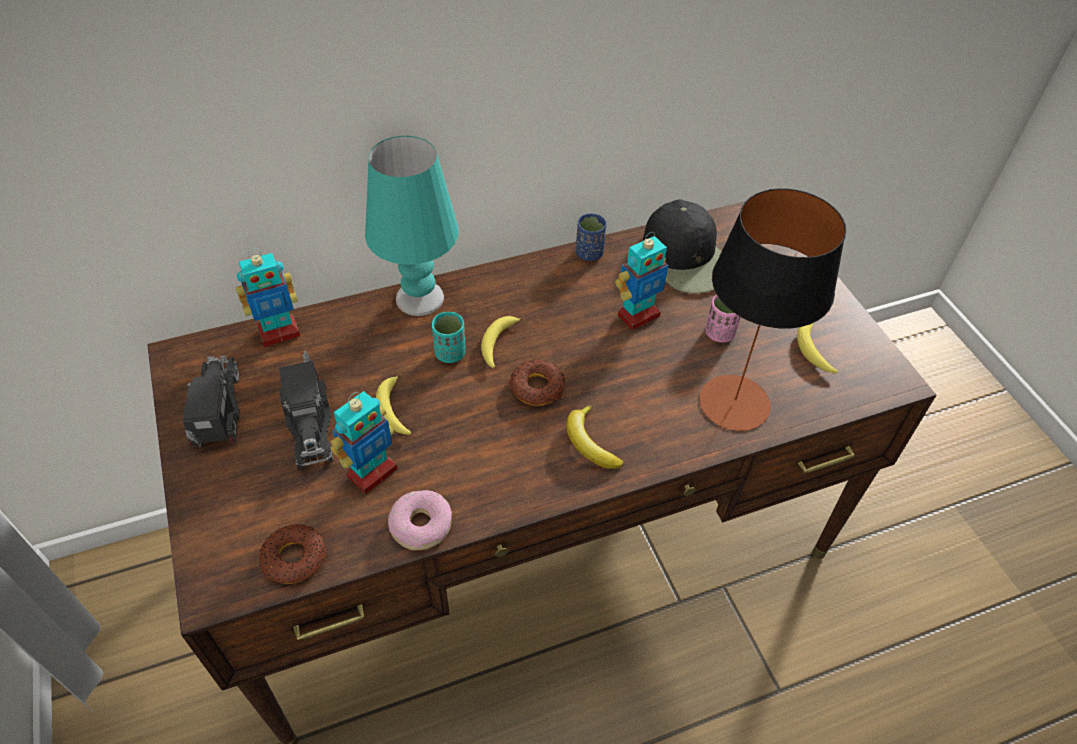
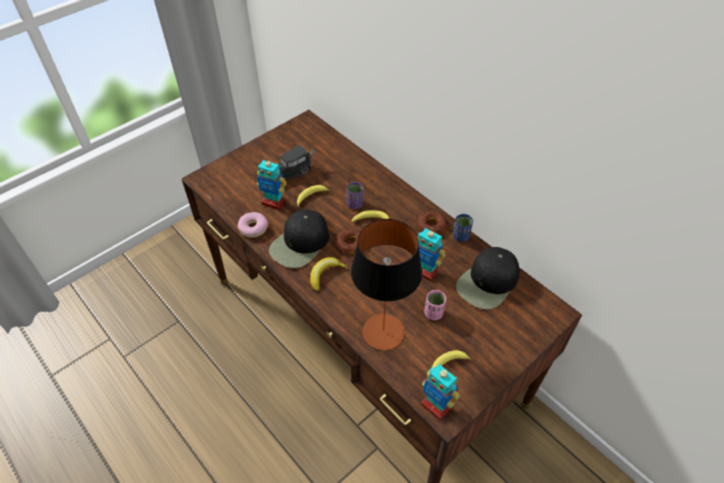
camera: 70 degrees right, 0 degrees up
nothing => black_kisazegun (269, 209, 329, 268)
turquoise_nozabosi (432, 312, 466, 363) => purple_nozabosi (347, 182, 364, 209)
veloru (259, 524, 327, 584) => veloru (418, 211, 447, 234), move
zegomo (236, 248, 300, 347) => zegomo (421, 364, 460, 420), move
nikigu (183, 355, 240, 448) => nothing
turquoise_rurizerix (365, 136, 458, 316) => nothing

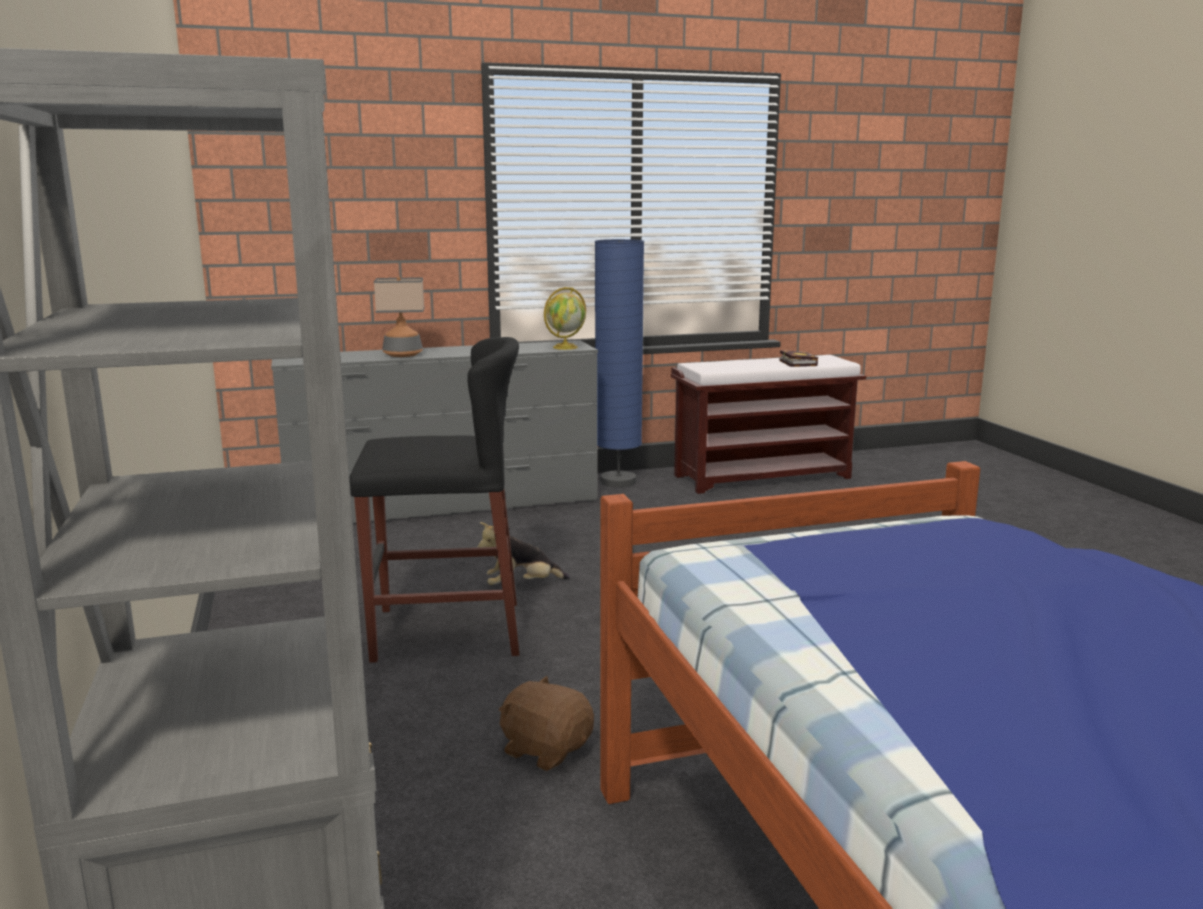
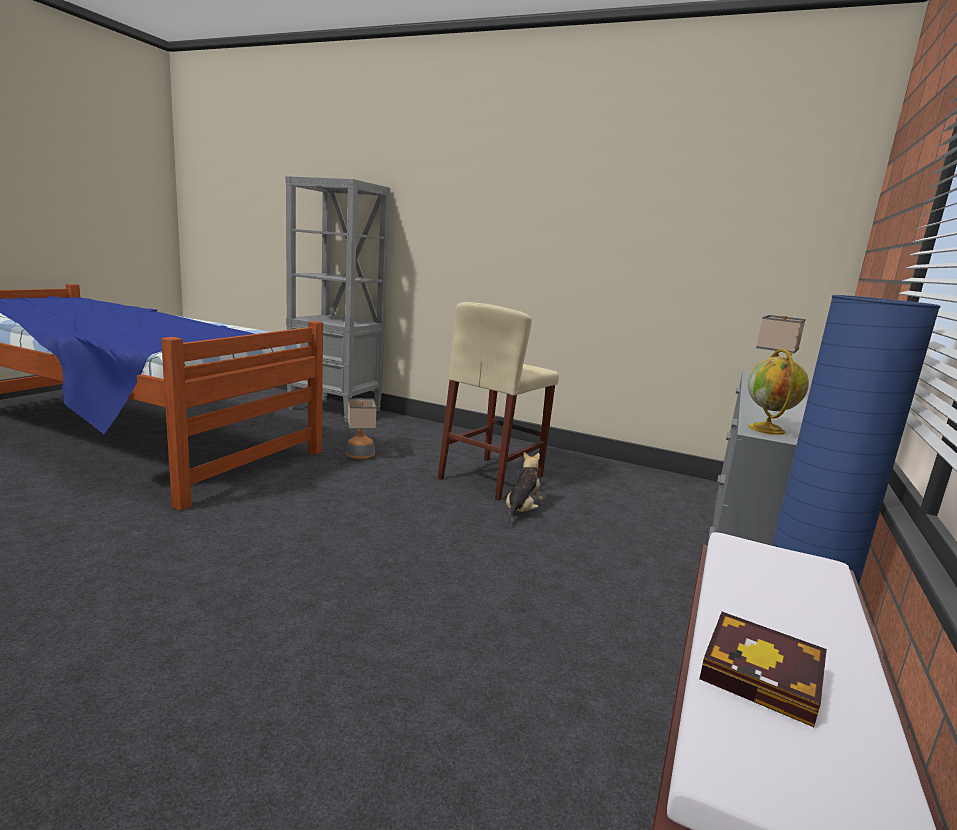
camera: 130 degrees right, 0 degrees up
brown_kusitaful (499, 676, 594, 771) => rurizerix (345, 398, 377, 459)
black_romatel (349, 337, 520, 663) => beige_romatel (438, 302, 559, 501)

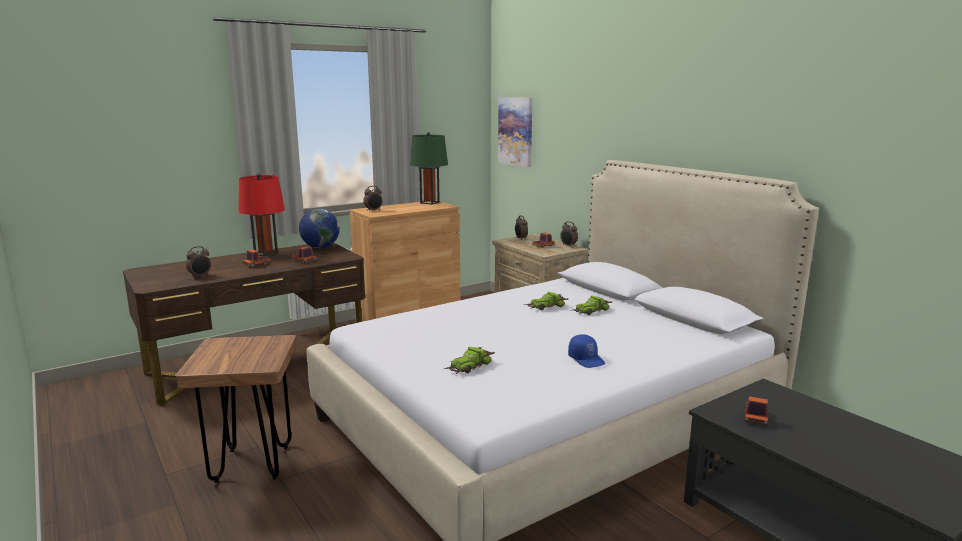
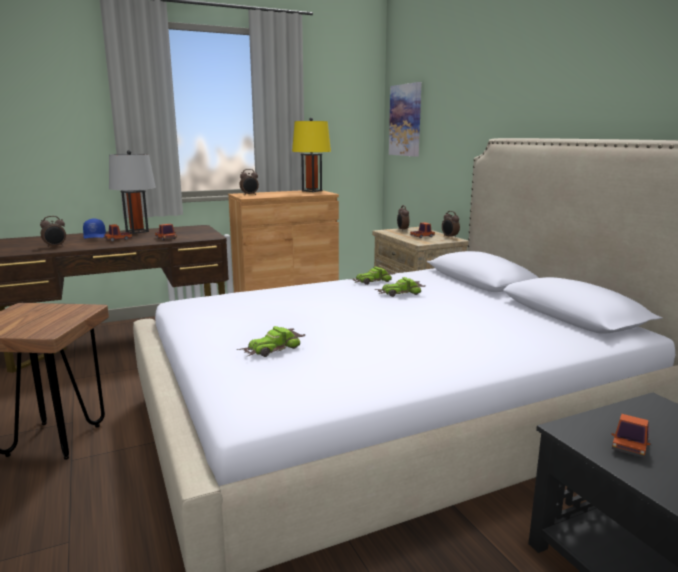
camera: 10 degrees right, 0 degrees up
blue_kisazegun (568, 334, 605, 368) => blue_kisazegun (83, 218, 106, 239), move
red_rurizerix (239, 174, 285, 256) => grey_rurizerix (109, 150, 156, 234)
green_rurizerix (410, 132, 448, 205) => yellow_rurizerix (292, 118, 331, 192)
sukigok (573, 296, 612, 315) => sukigok (353, 266, 396, 285), move
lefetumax (299, 209, 340, 248) => nothing

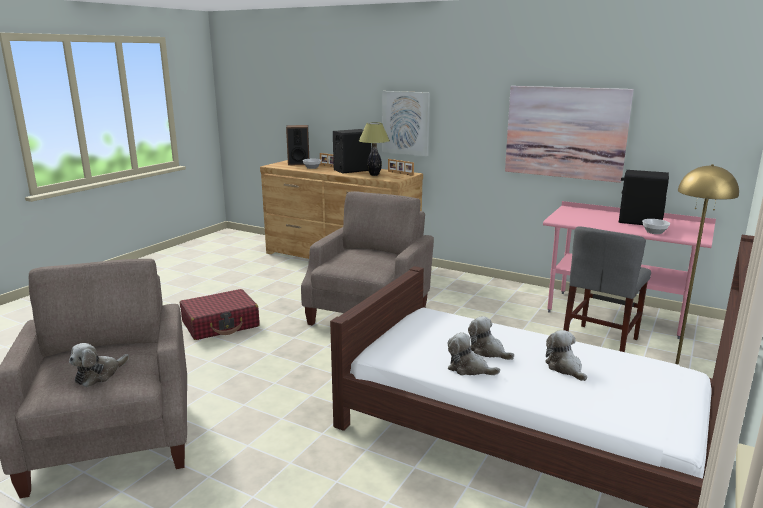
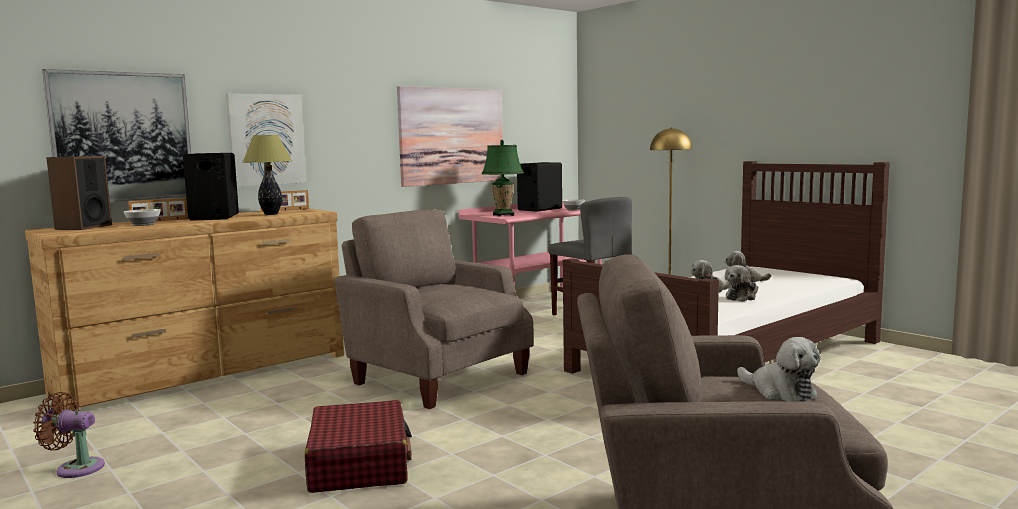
camera: 70 degrees left, 10 degrees down
nothing => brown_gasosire (33, 392, 105, 478)
nothing => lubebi (42, 69, 191, 202)
nothing => green_rurizerix (482, 140, 524, 217)

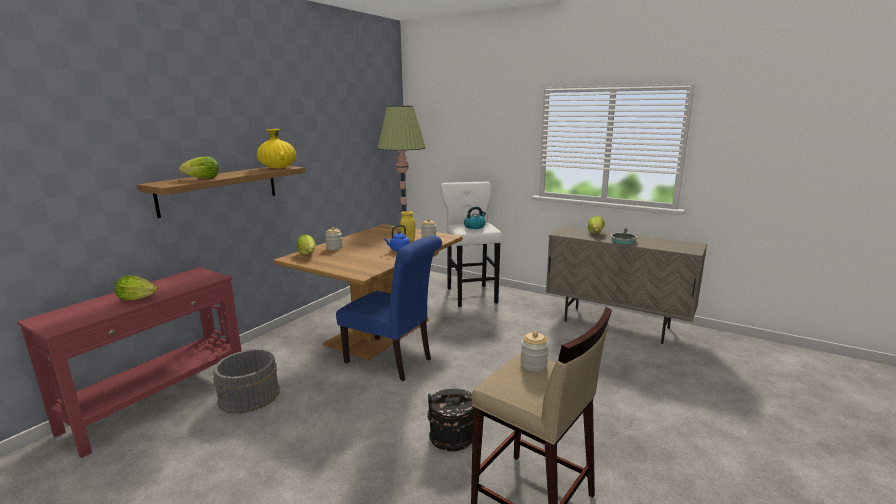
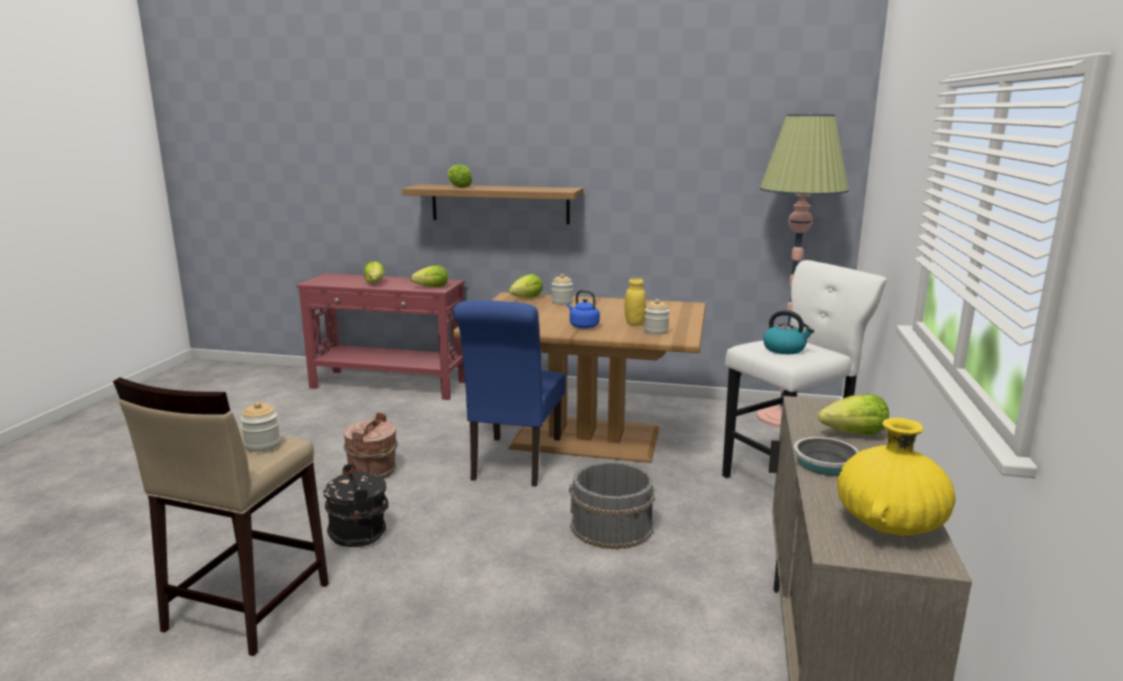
camera: 70 degrees right, 0 degrees up
nothing => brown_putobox (343, 412, 397, 479)
nothing => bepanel (411, 265, 448, 287)
grey_putobox (213, 349, 280, 414) => grey_putobox (569, 461, 655, 550), move
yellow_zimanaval (257, 129, 296, 168) => yellow_zimanaval (837, 418, 955, 535), move

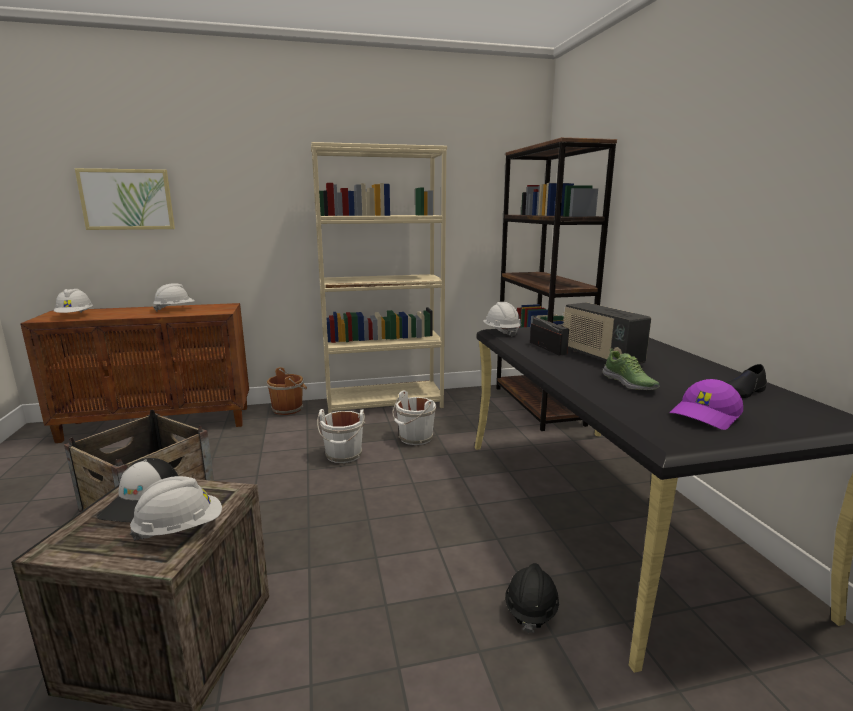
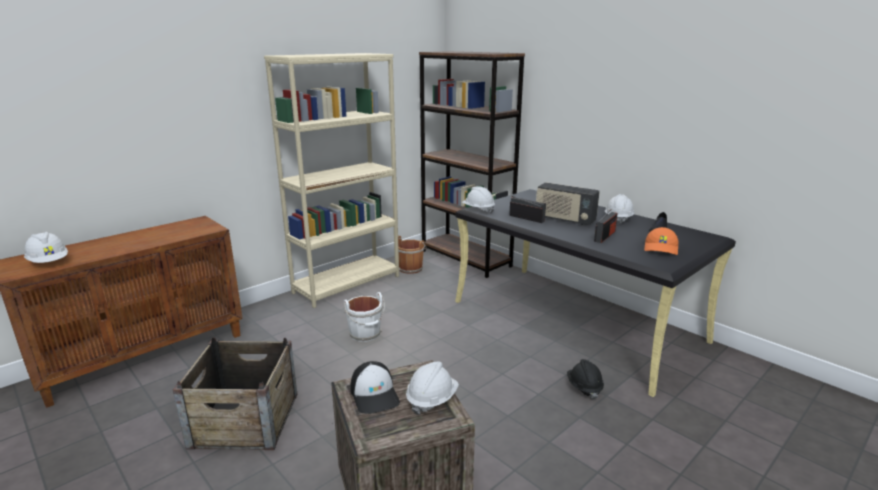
camera: 30 degrees left, 5 degrees up
brown_putobox (267, 367, 307, 415) => brown_putobox (398, 236, 427, 274), move
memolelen (602, 348, 659, 390) => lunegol (594, 209, 618, 243)
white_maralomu (153, 283, 195, 311) => white_maralomu (605, 194, 634, 224), move
purple_kisazegun (669, 379, 743, 430) => orange_kisazegun (644, 227, 678, 255)
lubebi (75, 168, 175, 230) => nothing
white_putobox (392, 390, 437, 445) => nothing

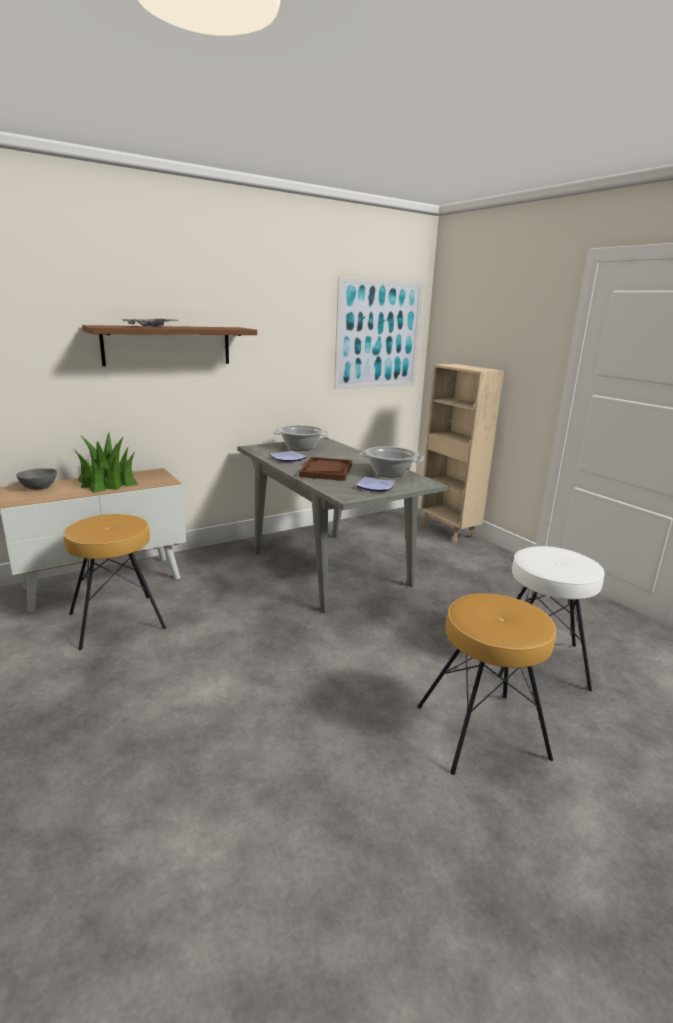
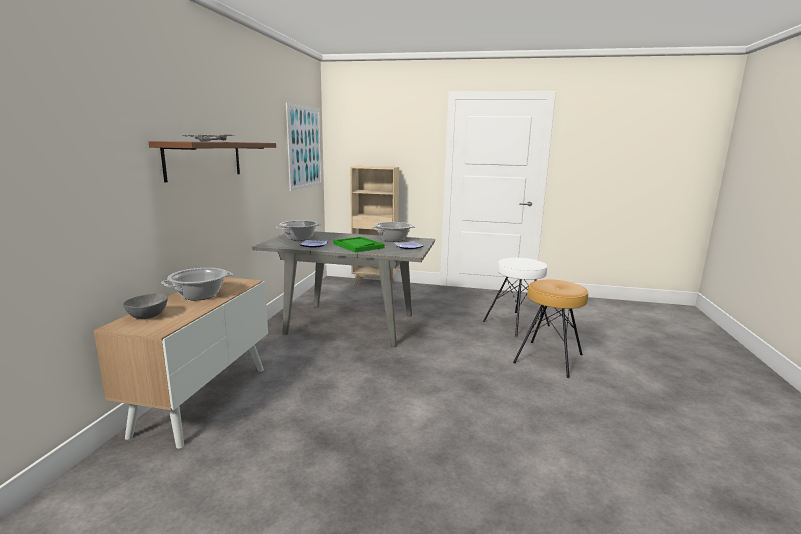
camera: 45 degrees left, 5 degrees down
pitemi (75, 433, 138, 493) => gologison (161, 268, 233, 300)
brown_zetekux (299, 457, 352, 481) => green_zetekux (333, 237, 384, 252)
brown_romatel (63, 514, 166, 650) => nothing

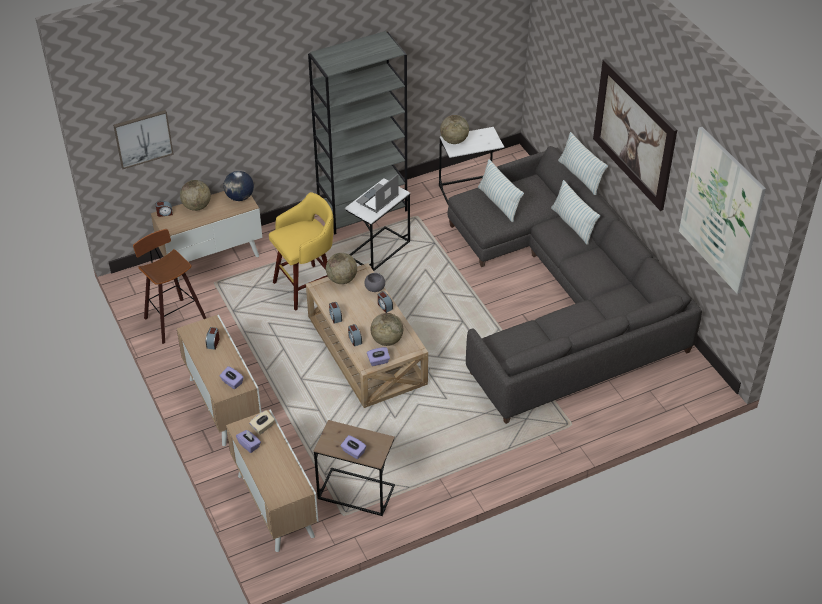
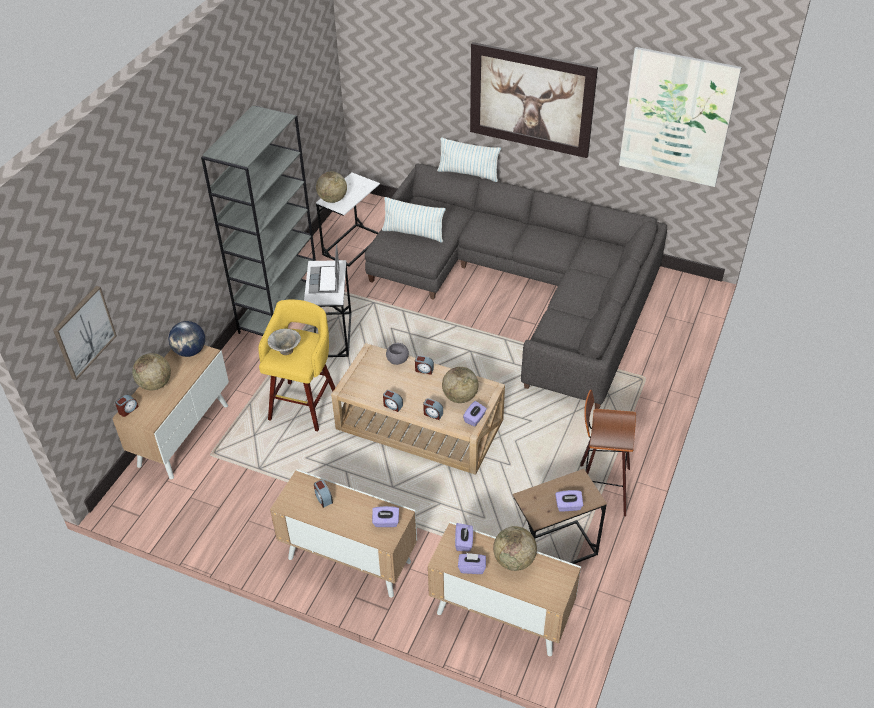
camera: 40 degrees left, 0 degrees up
nothing => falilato (268, 329, 301, 355)
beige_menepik (249, 410, 275, 435) => purple_menepik (455, 523, 473, 551)
lefetumax (326, 253, 357, 284) => lefetumax (493, 526, 537, 571), move
romatel (133, 229, 206, 344) => romatel (580, 390, 636, 516), move
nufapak (551, 180, 600, 245) => nothing

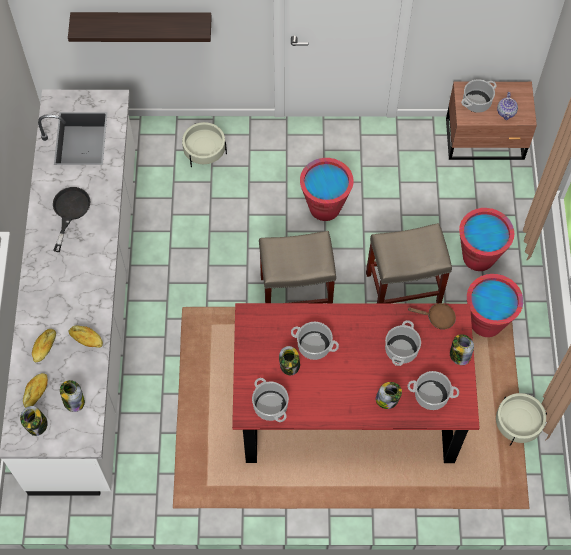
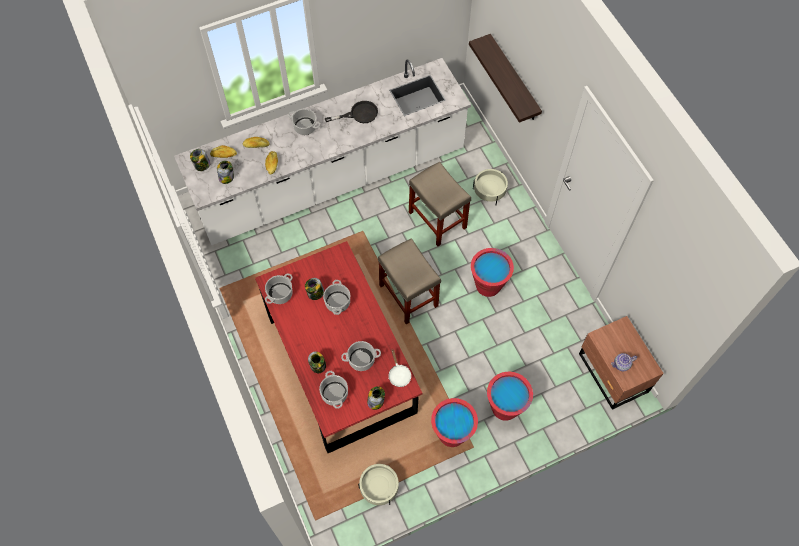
camera: 65 degrees right, 0 degrees up
gologison (461, 79, 497, 113) => gologison (288, 108, 320, 135), move
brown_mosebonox (407, 303, 456, 330) => white_mosebonox (389, 349, 411, 387)
beige_romatel (366, 223, 452, 304) => beige_romatel (409, 162, 471, 246), move

